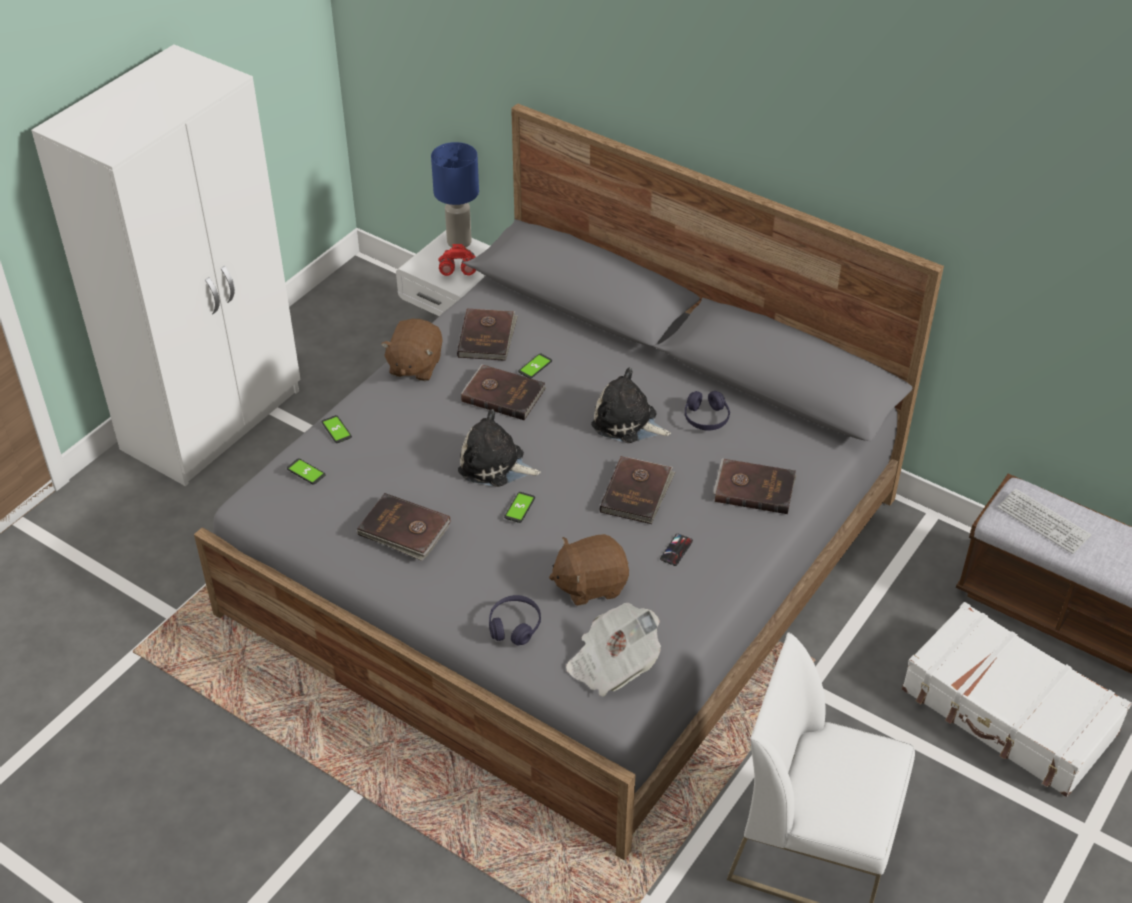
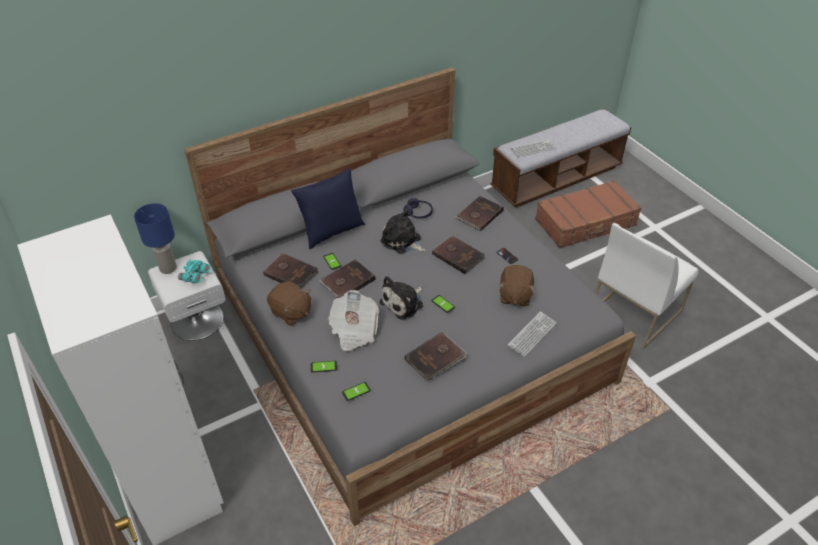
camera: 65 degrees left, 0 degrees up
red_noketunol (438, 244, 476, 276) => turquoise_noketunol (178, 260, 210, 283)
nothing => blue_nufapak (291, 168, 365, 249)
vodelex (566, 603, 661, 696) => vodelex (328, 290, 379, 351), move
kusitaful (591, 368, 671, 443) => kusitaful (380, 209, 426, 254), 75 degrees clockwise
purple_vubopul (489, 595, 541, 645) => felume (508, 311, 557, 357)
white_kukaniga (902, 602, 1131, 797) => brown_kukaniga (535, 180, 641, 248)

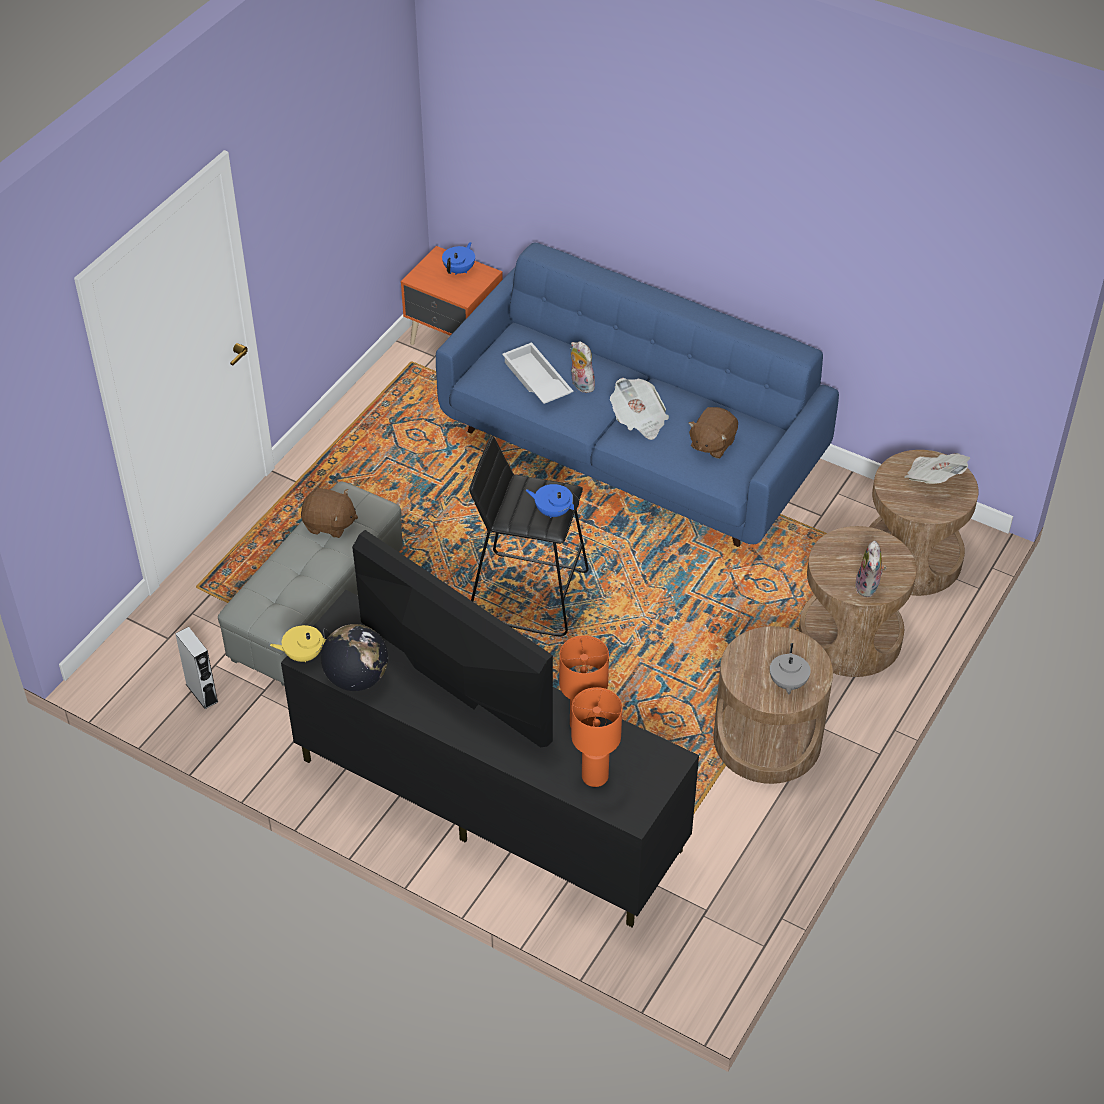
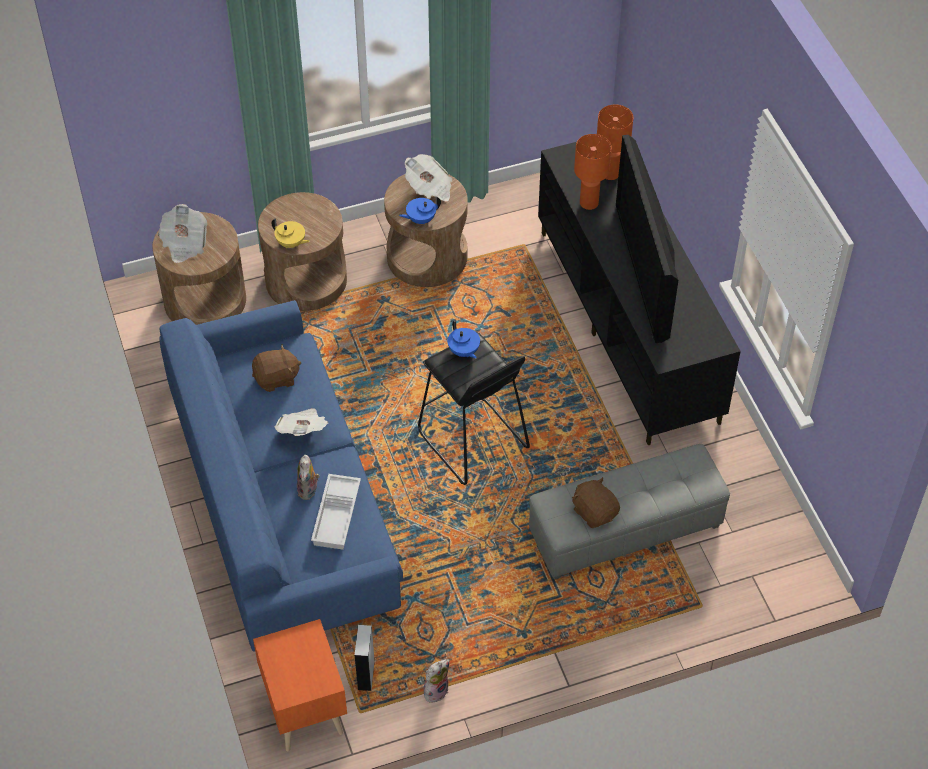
camera: 140 degrees left, 5 degrees up
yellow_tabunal (270, 625, 330, 662) => yellow_tabunal (271, 218, 310, 249), move
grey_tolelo (175, 627, 218, 709) => grey_tolelo (355, 625, 375, 691), move
blue_tabunal (442, 242, 475, 275) => blue_tabunal (399, 196, 441, 224), move
grey_tabunal (770, 643, 811, 695) => vodelex (405, 154, 452, 202)
kusitaful (855, 540, 886, 597) => kusitaful (424, 659, 450, 703), move
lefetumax (321, 624, 388, 691) => nothing

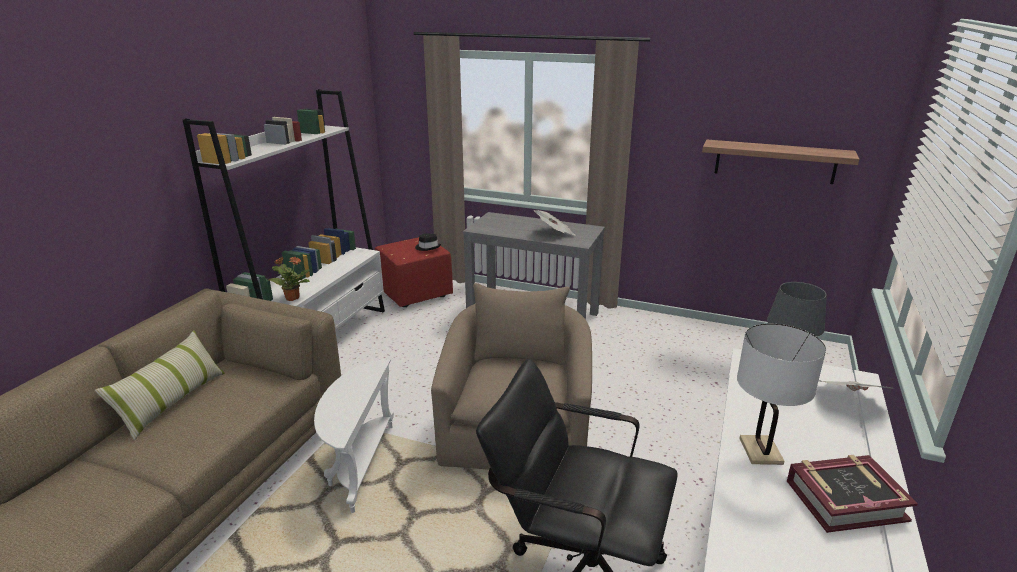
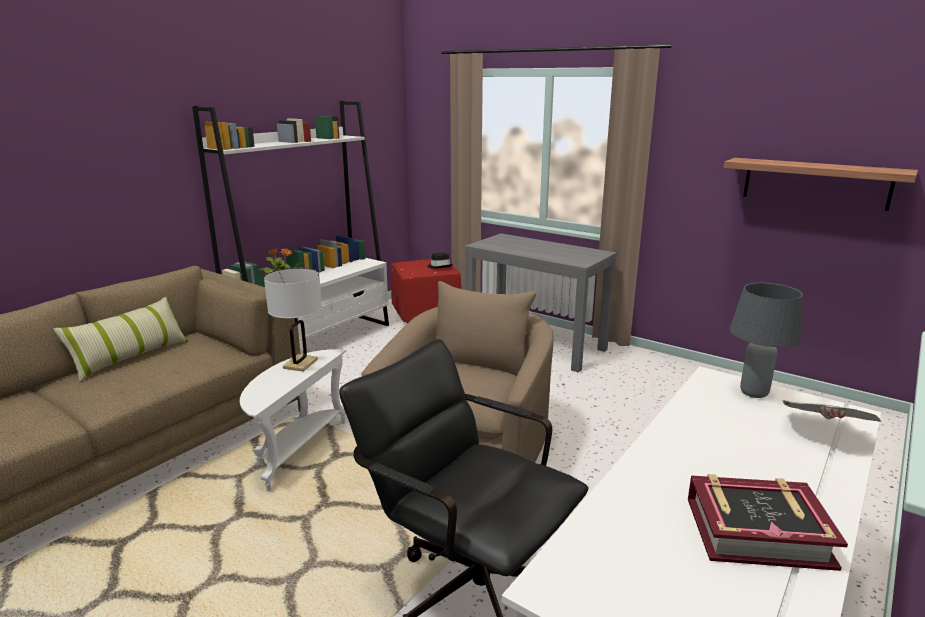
camera: 15 degrees right, 5 degrees down
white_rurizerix (737, 324, 826, 465) => white_rurizerix (264, 268, 322, 372), move
vodelex (533, 210, 576, 236) => nothing

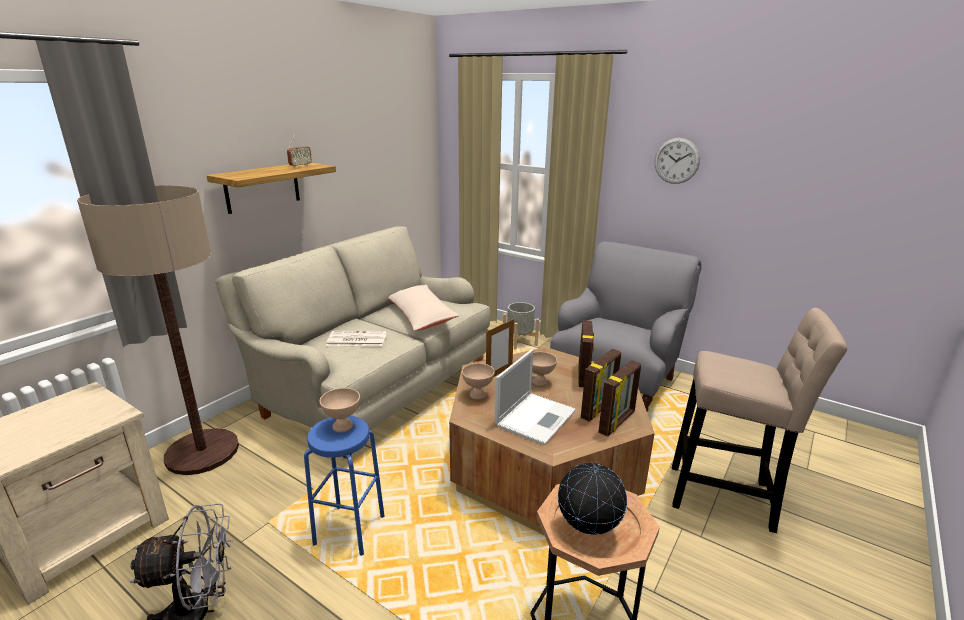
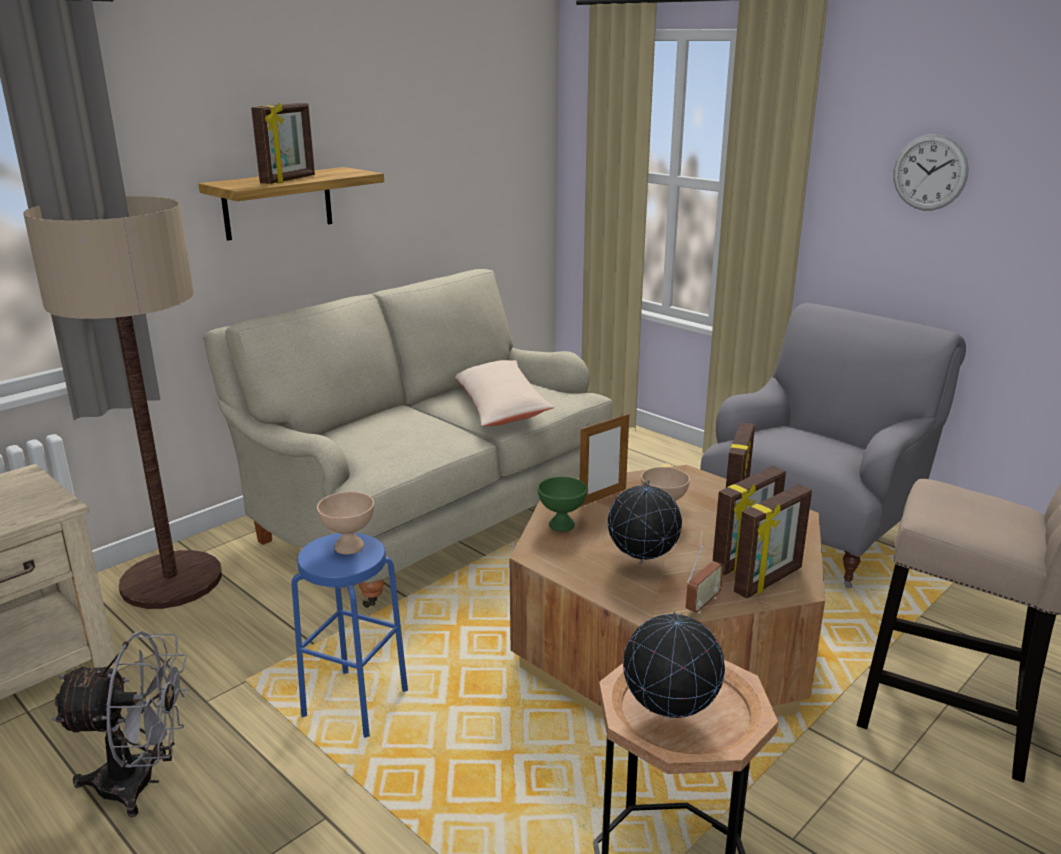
camera: 10 degrees right, 0 degrees up
nothing => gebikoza (251, 103, 315, 184)
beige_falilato (462, 363, 494, 400) => green_falilato (538, 477, 587, 532)
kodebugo (495, 350, 576, 445) => lefetumax (608, 480, 682, 564)
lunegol (287, 133, 312, 167) => lunegol (686, 544, 724, 614), move
vodelex (326, 331, 387, 346) => nothing
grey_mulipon (503, 302, 539, 350) => nothing

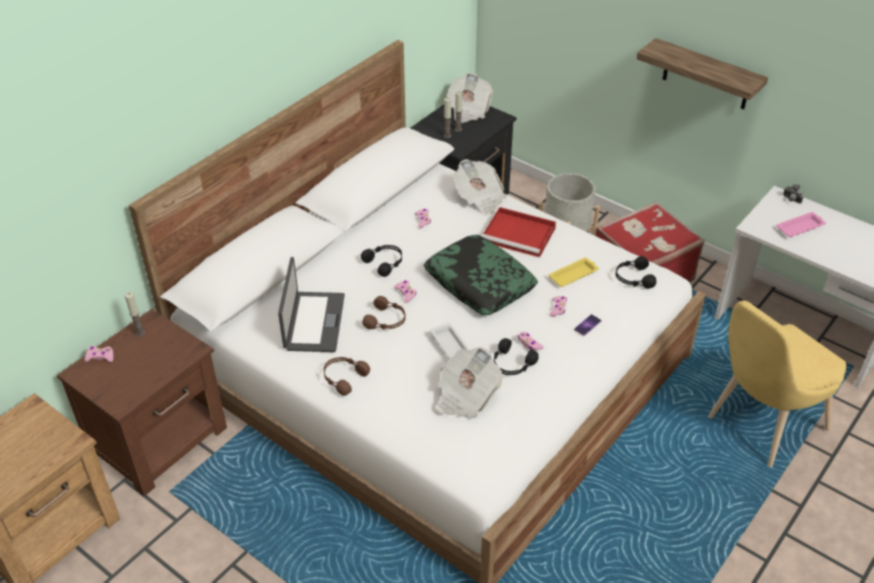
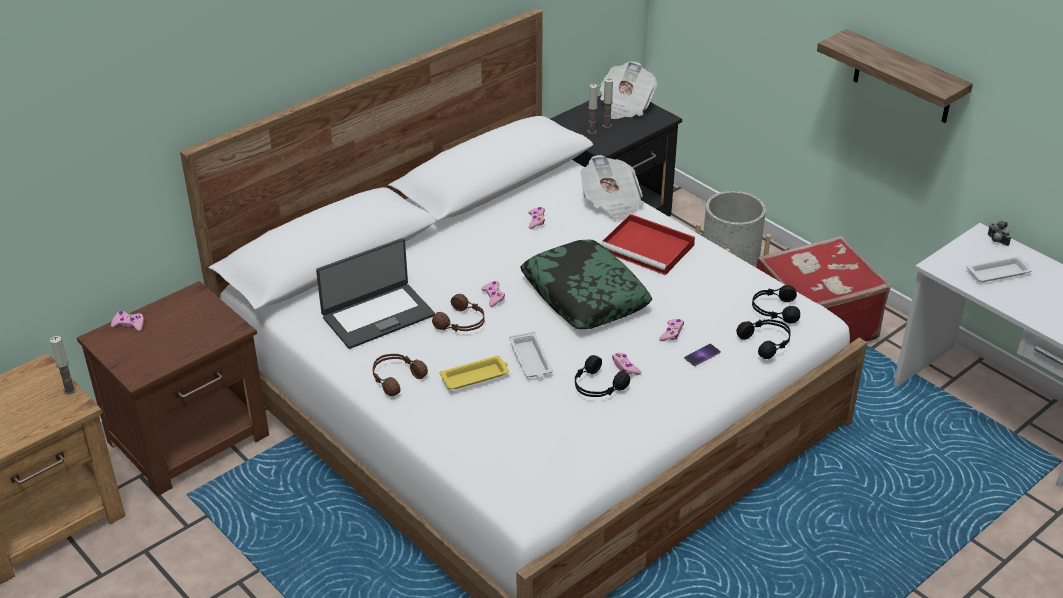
camera: 10 degrees right, 5 degrees down
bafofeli (125, 292, 145, 337) => bafofeli (50, 336, 76, 395), move
kodebugo (278, 257, 345, 352) => kodebugo (316, 238, 435, 349), 45 degrees clockwise
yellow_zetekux (549, 257, 599, 287) => yellow_zetekux (440, 356, 509, 390), move
black_vubopul (361, 245, 402, 277) => black_vubopul (736, 319, 791, 359), move
pink_zetekux (776, 212, 826, 237) => white_zetekux (967, 256, 1032, 282)
vodelex (437, 347, 502, 418) => nothing
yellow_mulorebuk (708, 300, 847, 467) => nothing

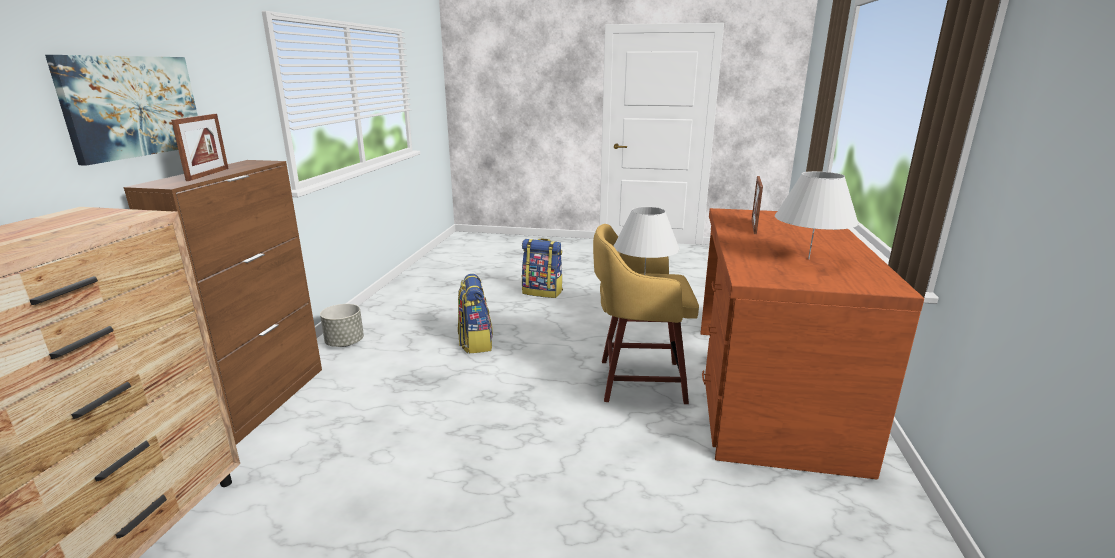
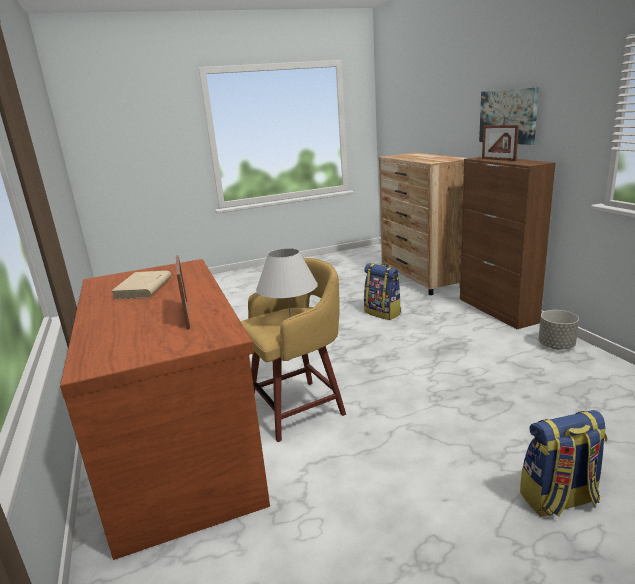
camera: 150 degrees right, 0 degrees up
white_rurizerix (775, 171, 859, 259) => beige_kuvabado (112, 271, 171, 299)
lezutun (458, 274, 493, 353) => lezutun (364, 263, 401, 320), move

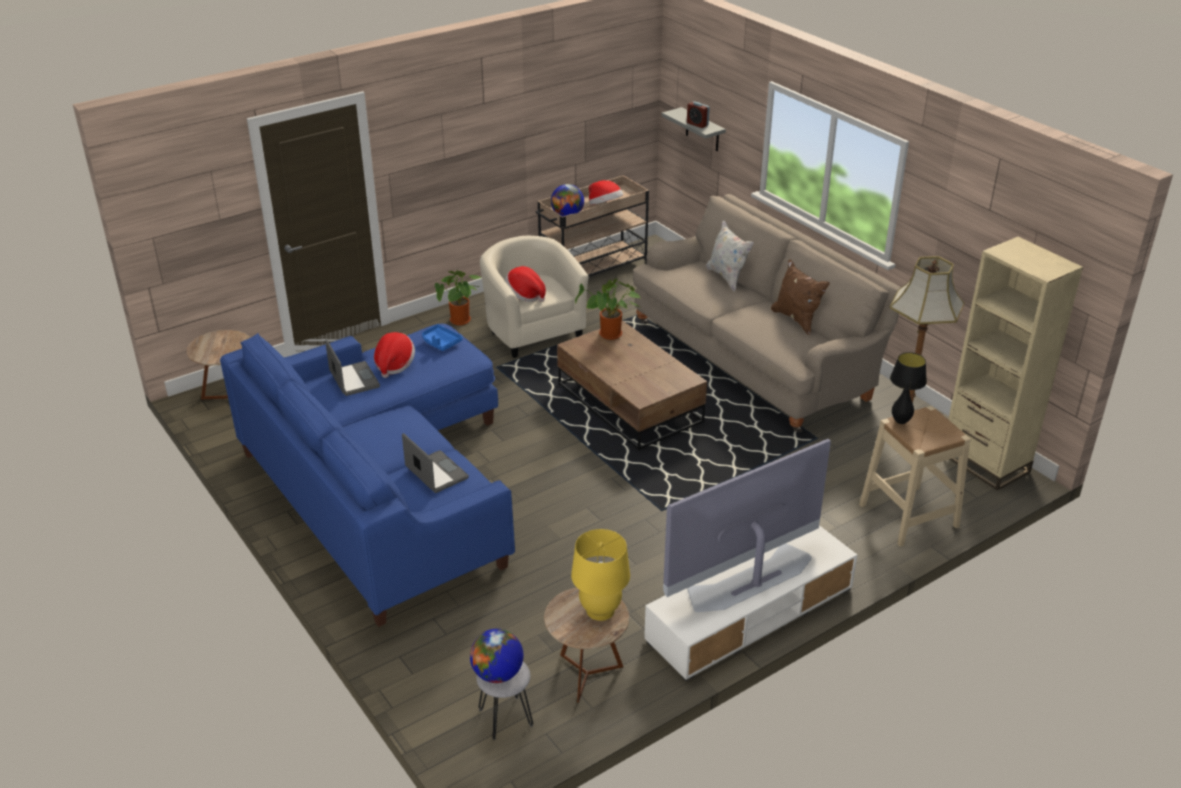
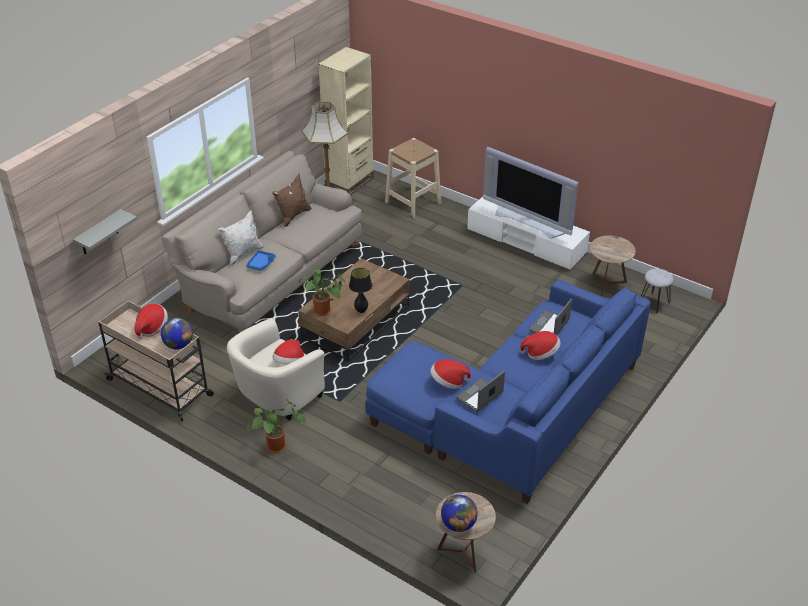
camera: 110 degrees left, 5 degrees up
blue_zetekux (422, 324, 463, 351) => blue_zetekux (246, 250, 276, 271), move
black_rurizerix (890, 352, 927, 424) => black_rurizerix (349, 268, 372, 313), move
lefetumax (470, 629, 523, 683) => lefetumax (441, 495, 478, 532), move
nothing => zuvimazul (520, 331, 560, 360)
yellow_rurizerix (571, 529, 630, 621) => nothing
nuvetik (687, 101, 710, 128) => nothing

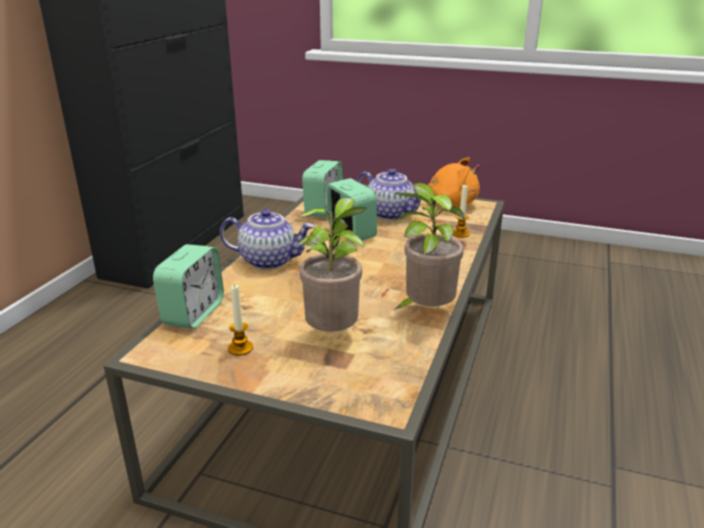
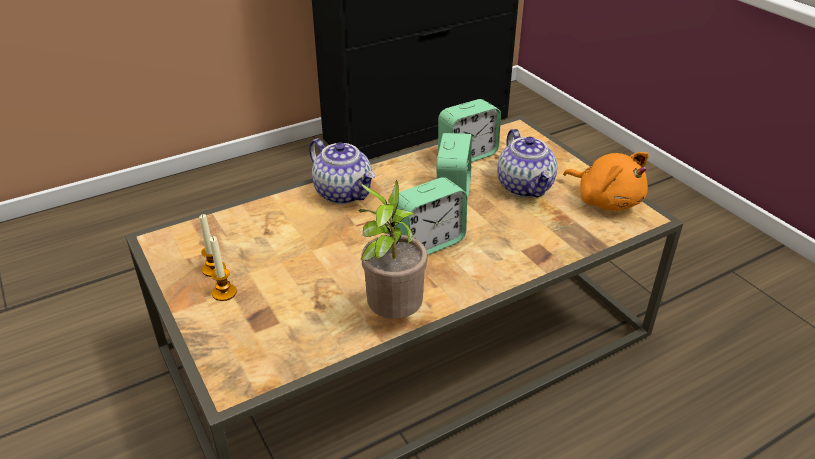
camera: 40 degrees right, 10 degrees up
bafofeli (453, 185, 470, 238) => bafofeli (210, 236, 237, 301), move
nuvetik (153, 244, 224, 329) => nuvetik (396, 177, 467, 255), move
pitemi (297, 197, 366, 332) => nothing

